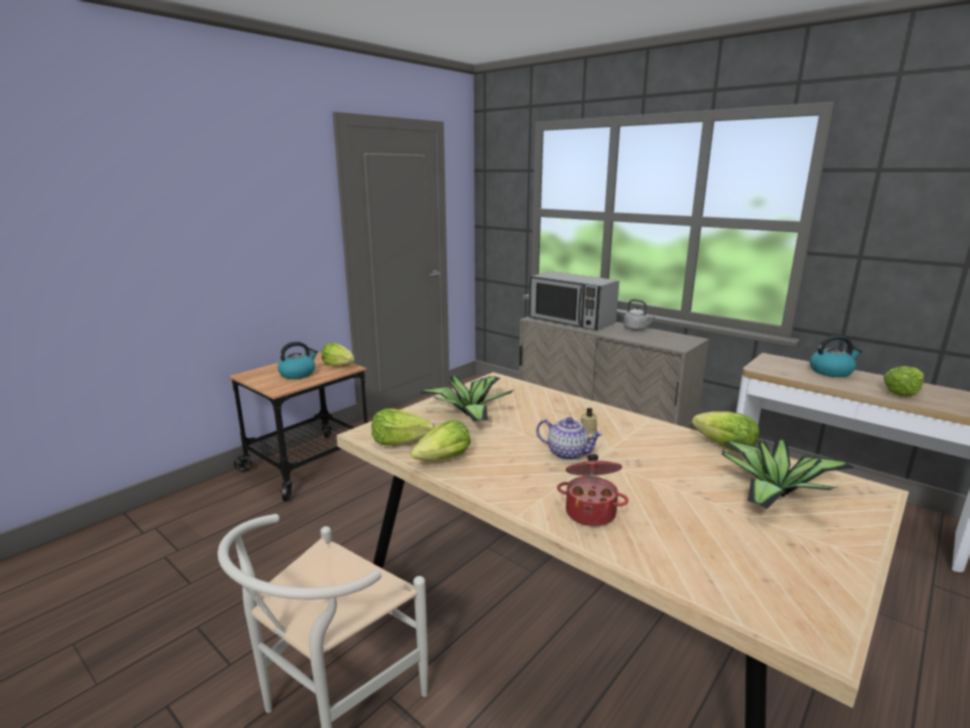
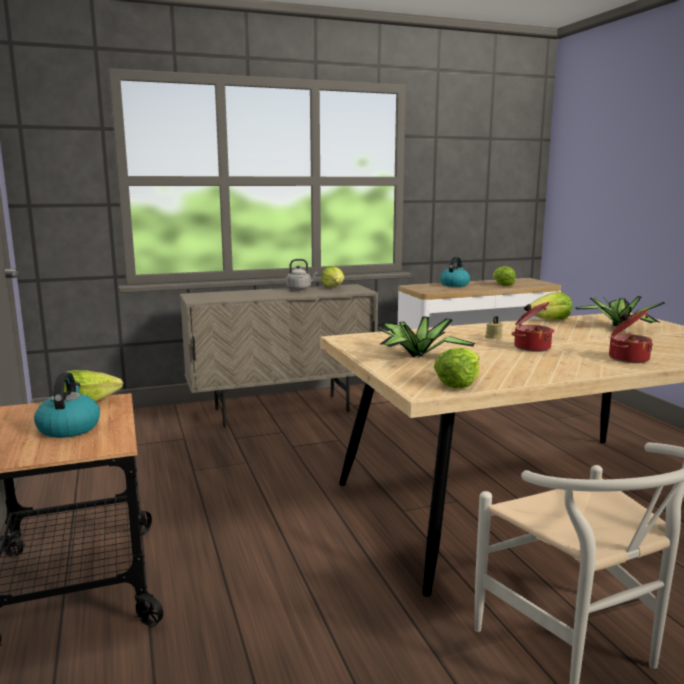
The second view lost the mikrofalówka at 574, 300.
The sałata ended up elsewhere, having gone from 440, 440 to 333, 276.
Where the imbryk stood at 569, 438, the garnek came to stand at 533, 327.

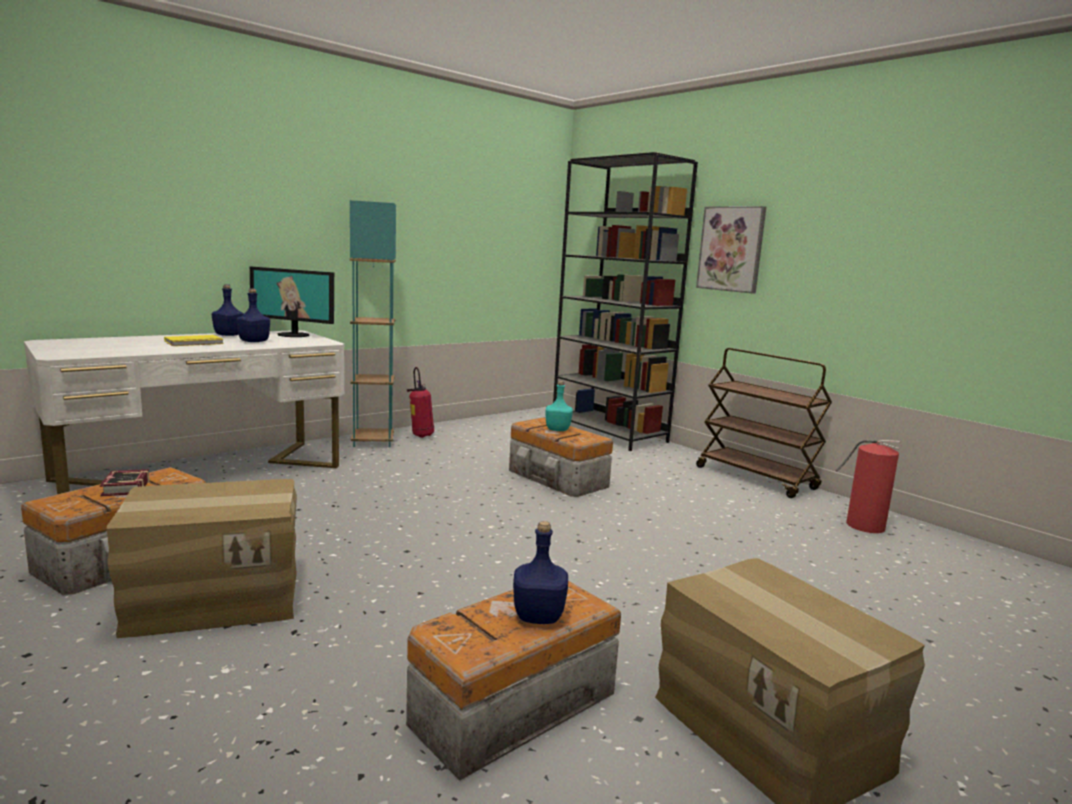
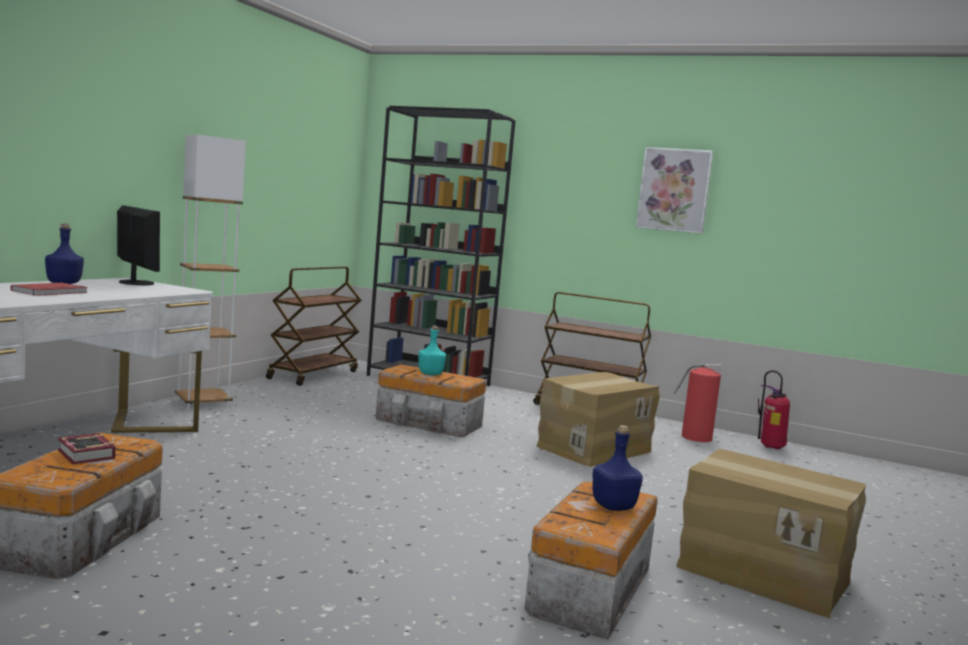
The second view lost the butelka [niebieski] at 253, 315.
The second view gained the wózek [brązowy] at 313, 326.
The karton ended up elsewhere, having gone from 202, 558 to 598, 419.
The gaśnica ended up elsewhere, having gone from 420, 402 to 774, 409.
The obraz ended up elsewhere, having gone from 731, 250 to 674, 190.
What was the książka [żółty] at 194, 340 turned into the książka [czerwony] at 49, 289.
What was the lampa stojąca [turkusowy] at 373, 323 turned into the lampa stojąca [biały] at 210, 272.
The monitor at 292, 302 ended up facing another way, 120 degrees counterclockwise from before.

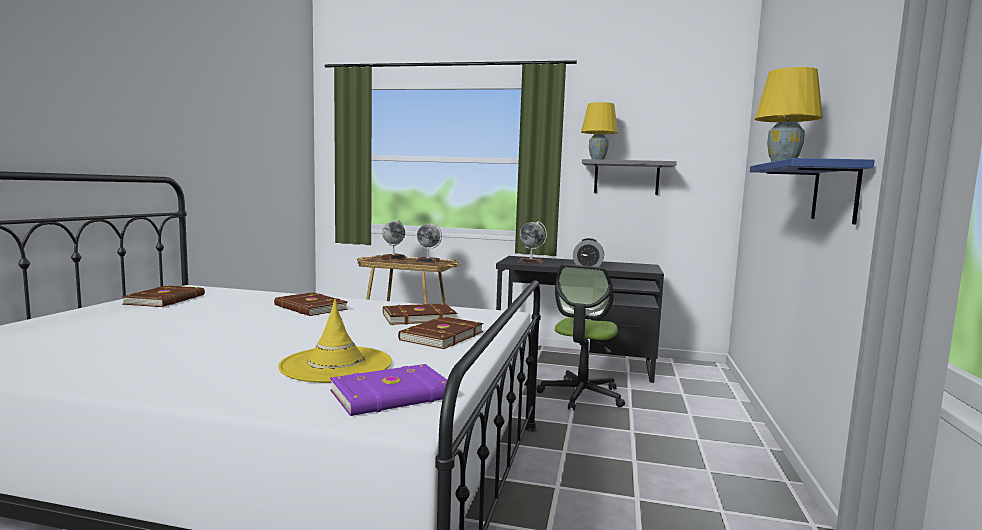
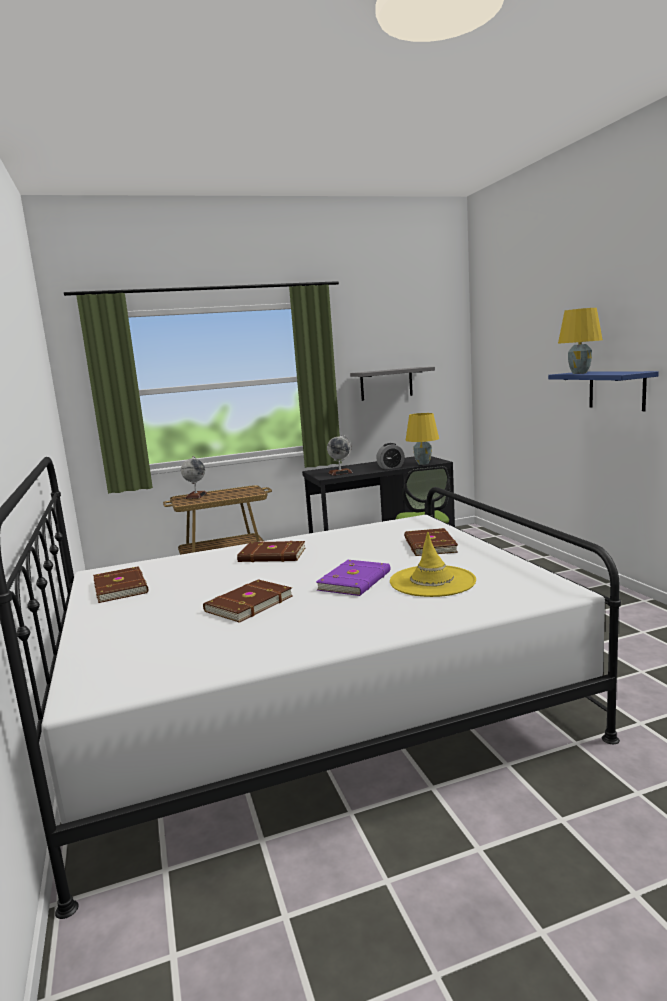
The second view lost the globus at 429, 243.
The książka [fioletowy] ended up elsewhere, having gone from 388, 390 to 353, 578.
The książka [brązowy] ended up elsewhere, having gone from 420, 314 to 248, 601.
The lampa stołowa [żółty] ended up elsewhere, having gone from 599, 131 to 422, 439.

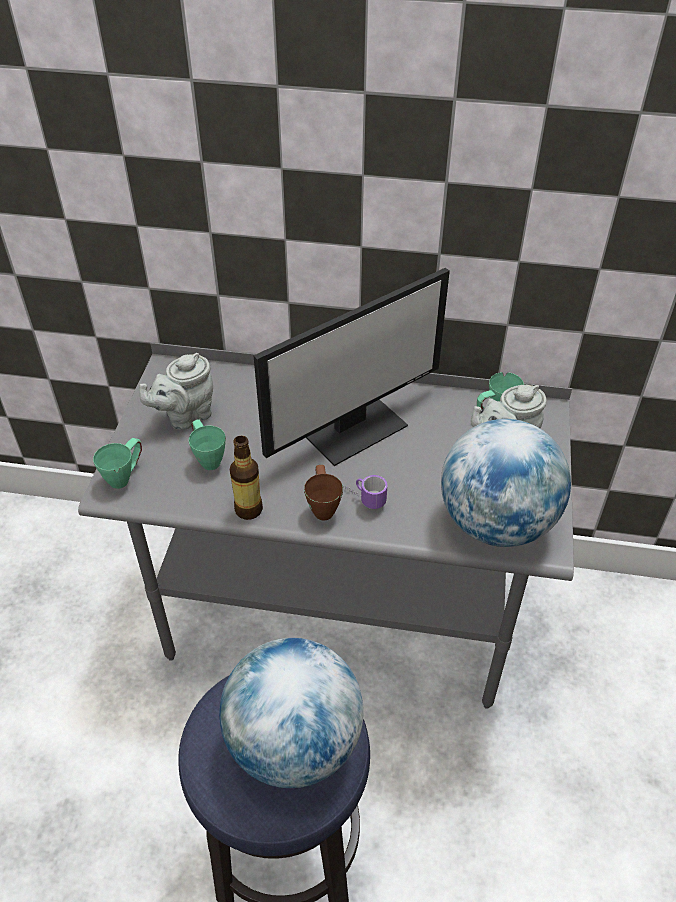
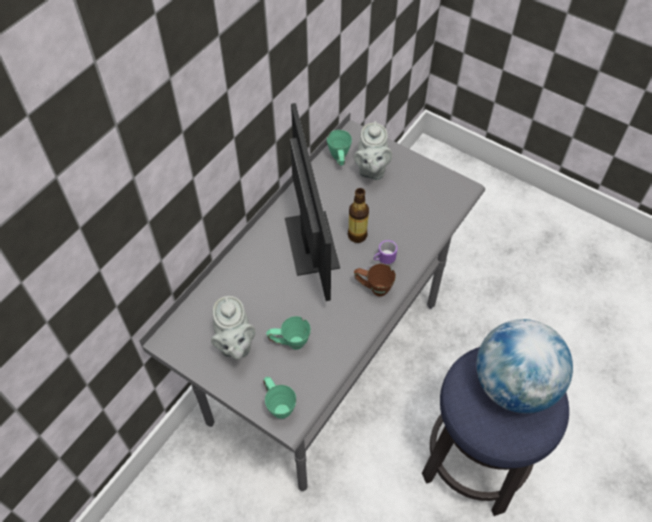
The second view lost the globus at 506, 483.
The butelka ended up elsewhere, having gone from 246, 478 to 358, 215.

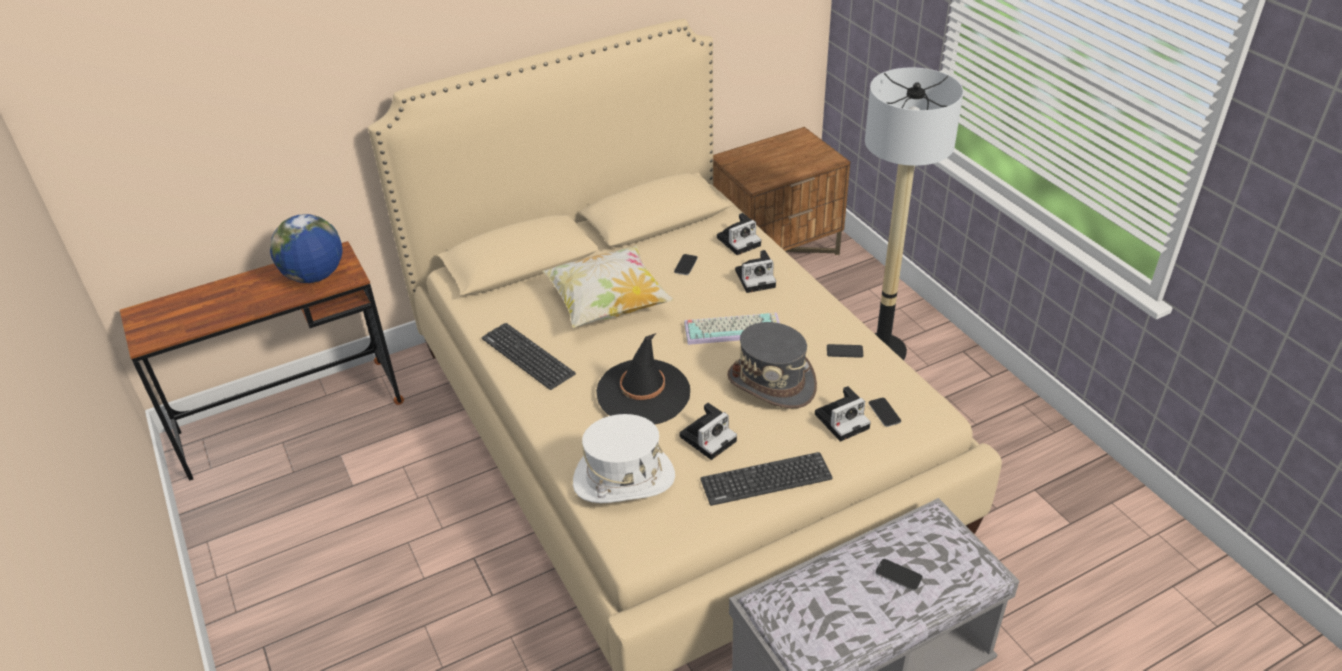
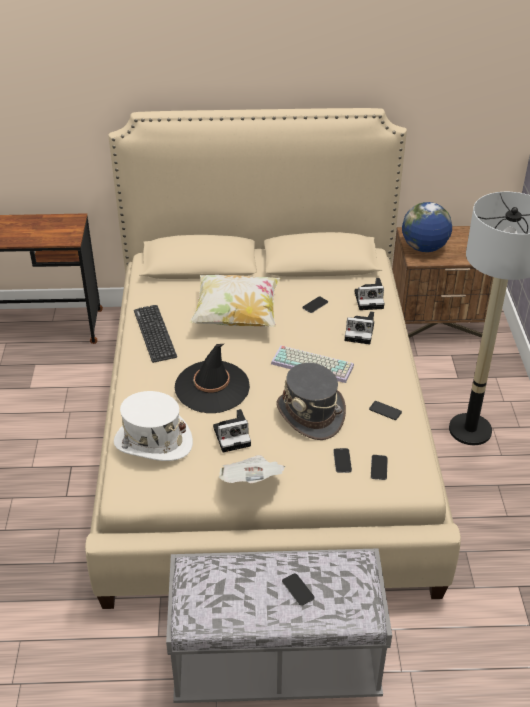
The globus ended up elsewhere, having gone from 306, 248 to 427, 227.
Where the klawiatura stood at 766, 479, the gazeta came to stand at 252, 469.
Where the aparat fotograficzny stood at 843, 414, the telefon came to stand at 342, 460.

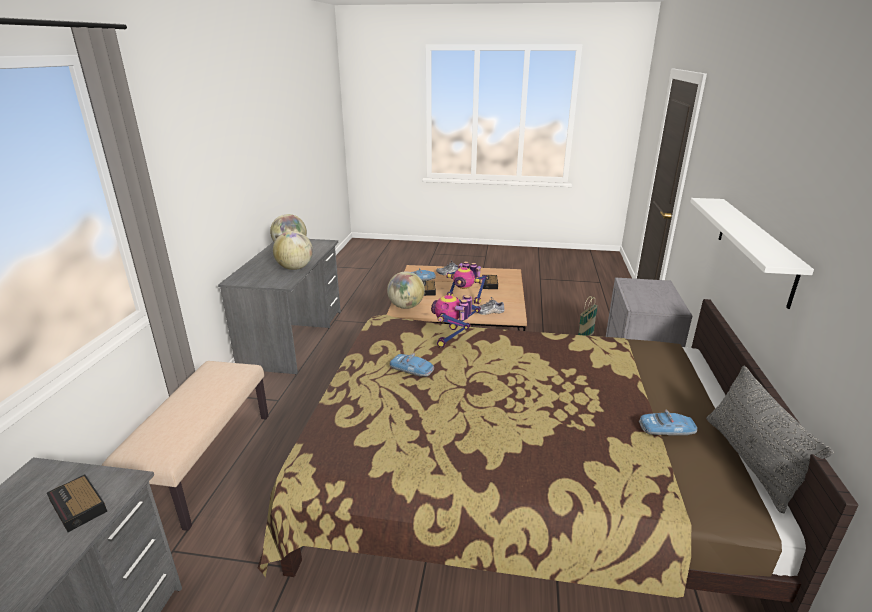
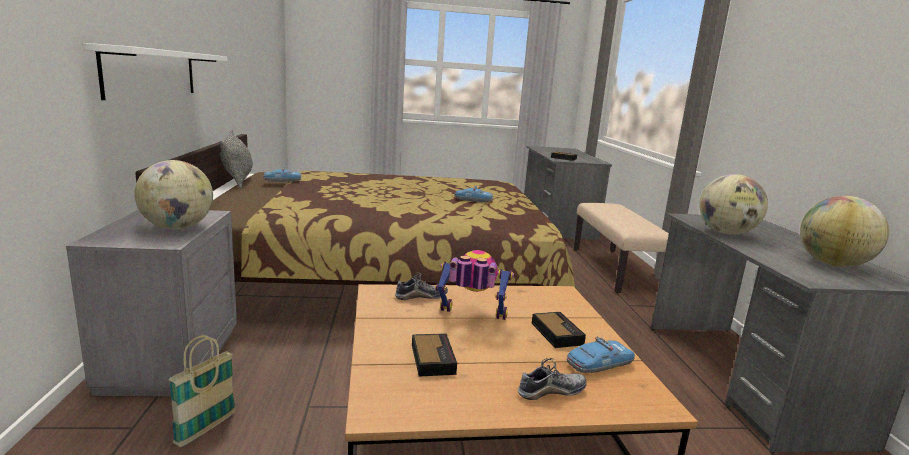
The second view lost the robot zabawkowy at 456, 321.
The globus ended up elsewhere, having gone from 406, 290 to 173, 194.

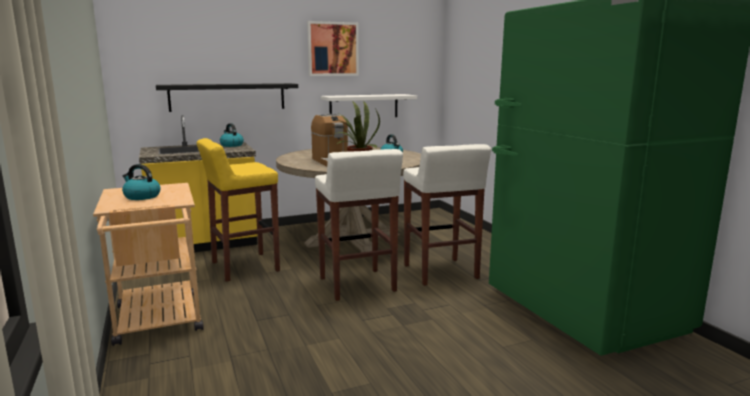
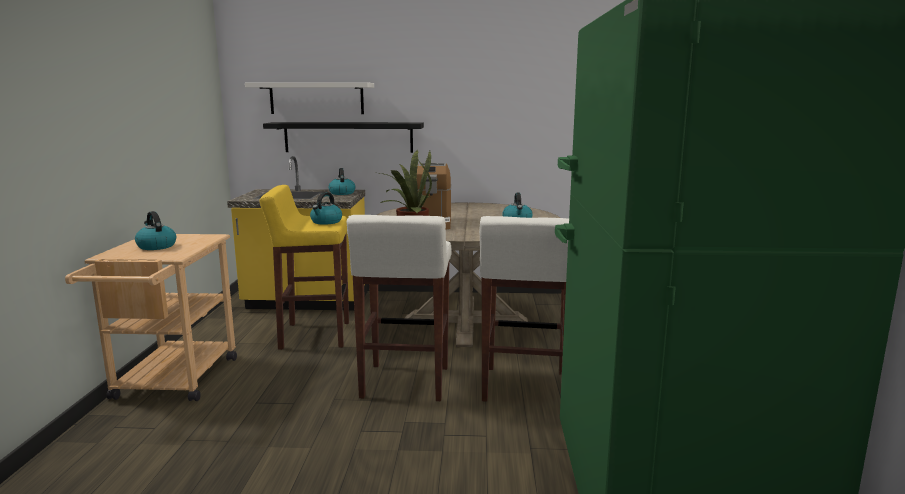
The second view lost the obraz at 333, 48.
The second view gained the czajnik at 326, 208.
The półka [biały] ended up elsewhere, having gone from 369, 105 to 309, 98.

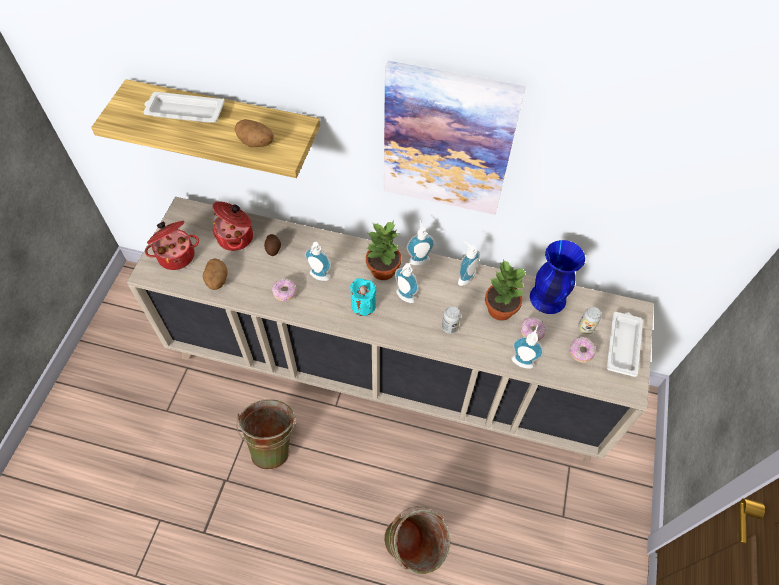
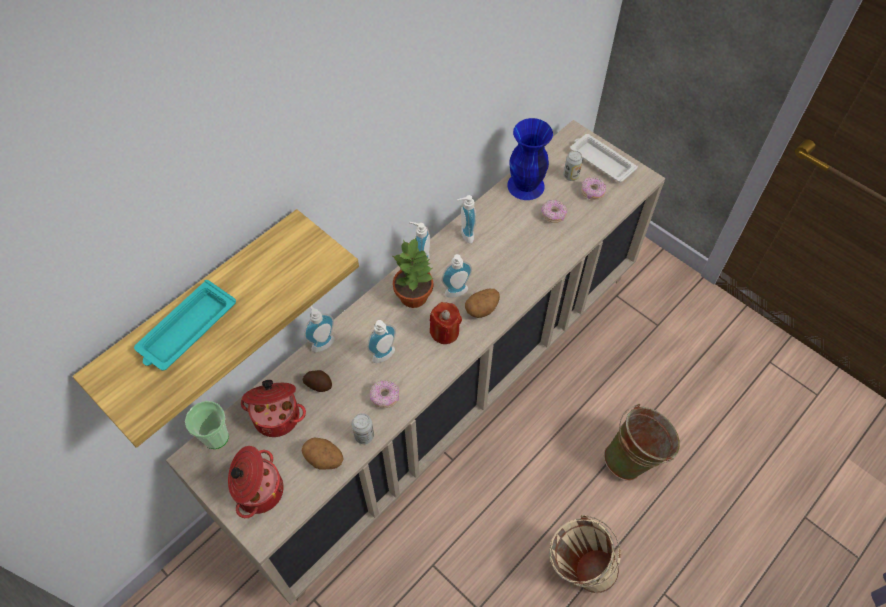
The second view lost the wiadro [zielony] at 266, 434.
The second view lost the obraz at 455, 138.
The second view lost the roślina doniczkowa at 505, 290.
The second view gained the filiżanka at 207, 425.
The second view gained the wiadro [beżowy] at 585, 554.
The ziemniak ended up elsewhere, having gone from 254, 133 to 482, 303.
The puszka ended up elsewhere, having gone from 451, 320 to 363, 428.
The dozownik mydła ended up elsewhere, having gone from 527, 347 to 319, 329.
What was the taca [biały] at 184, 107 turned into the taca [turkusowy] at 185, 325.
What was the świeca [turkusowy] at 363, 297 turned into the świeca [czerwony] at 446, 323.

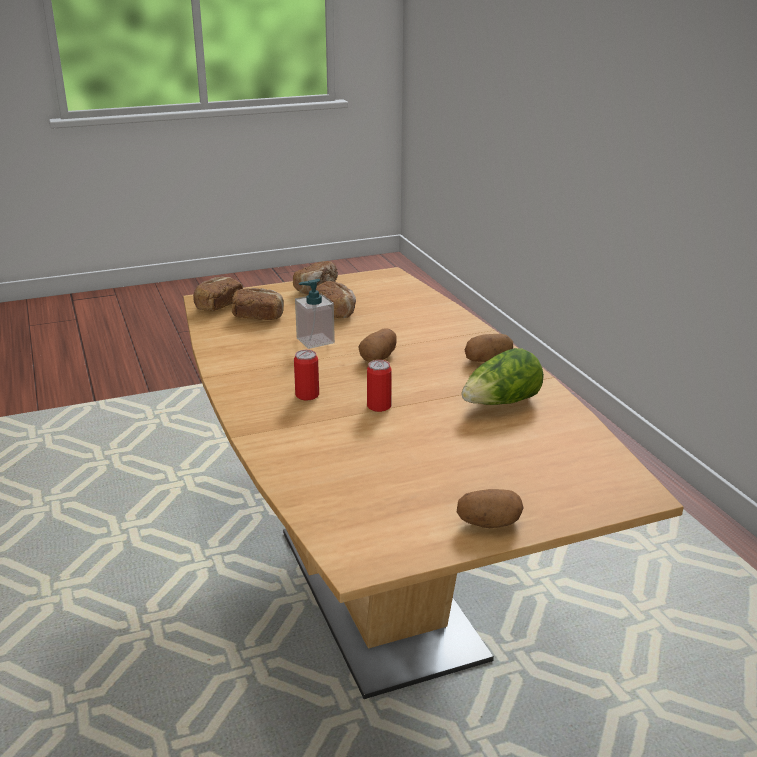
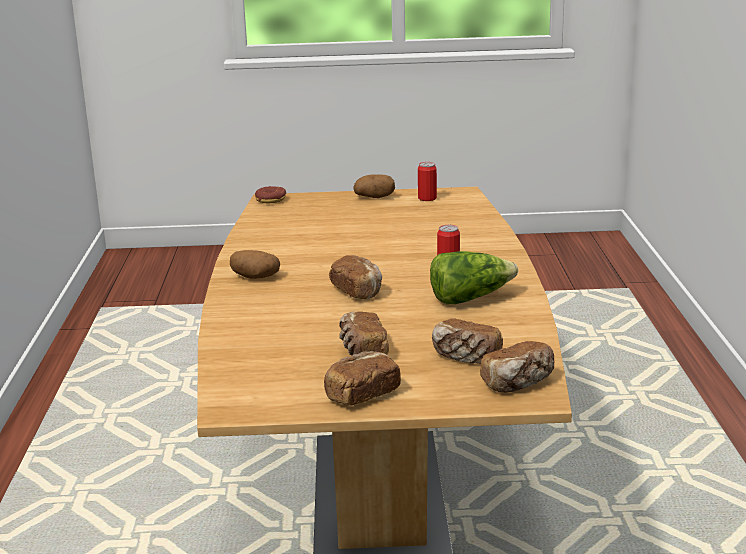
The second view lost the dozownik mydła at 315, 314.
The second view gained the donut at 270, 194.
The puszka ended up elsewhere, having gone from 379, 386 to 427, 181.
The sałata ended up elsewhere, having gone from 502, 376 to 474, 277.
Where the ziemniak stood at 377, 345, the chleb came to stand at 355, 277.

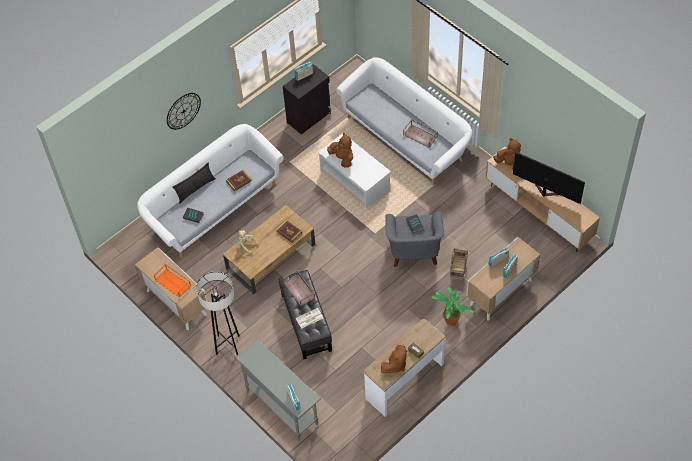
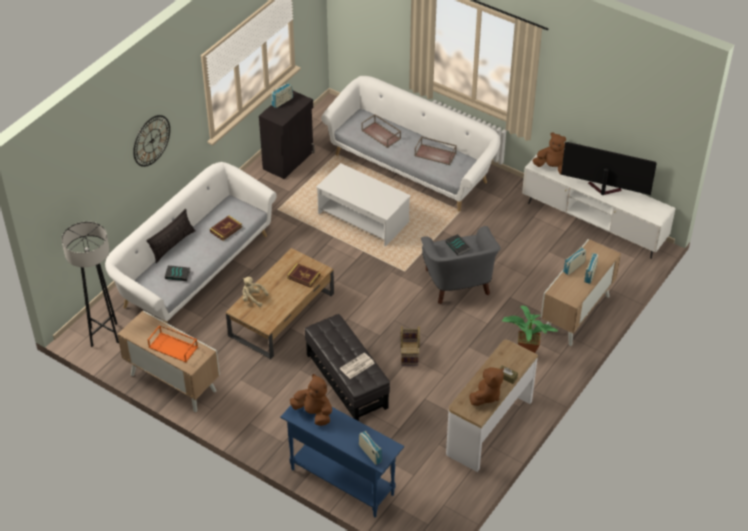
The lampa stojąca [szary] ended up elsewhere, having gone from 218, 313 to 90, 284.
The taca [brązowy] ended up elsewhere, having gone from 299, 288 to 381, 131.
The pluszak [brązowy] ended up elsewhere, having gone from 340, 150 to 311, 400.
The koszyk ended up elsewhere, having gone from 459, 263 to 410, 345.
What was the stolik konsolowy [szary] at 278, 390 turned into the stolik konsolowy [niebieski] at 342, 456.
What was the szafka pod telewizor [brązowy] at 543, 199 turned into the szafka pod telewizor [biały] at 599, 207.

